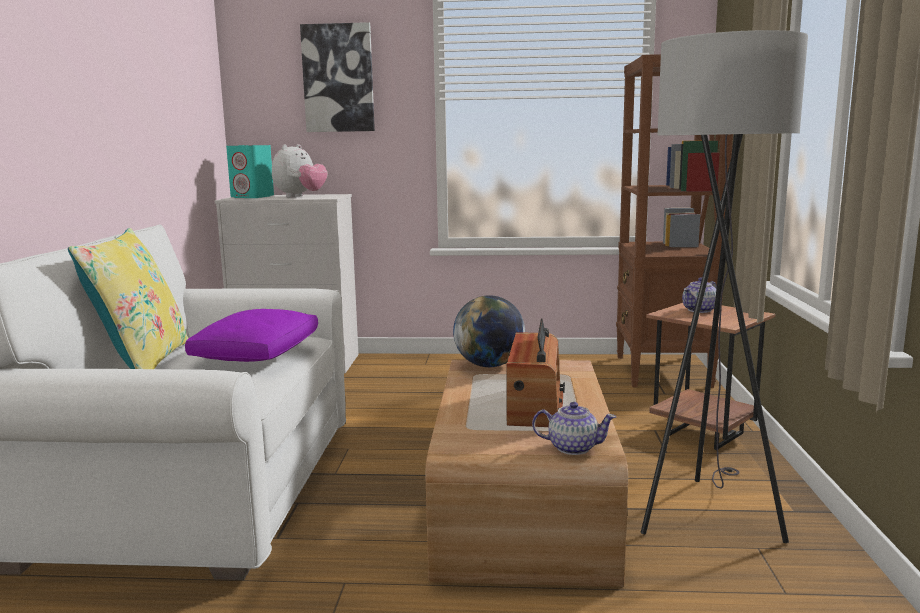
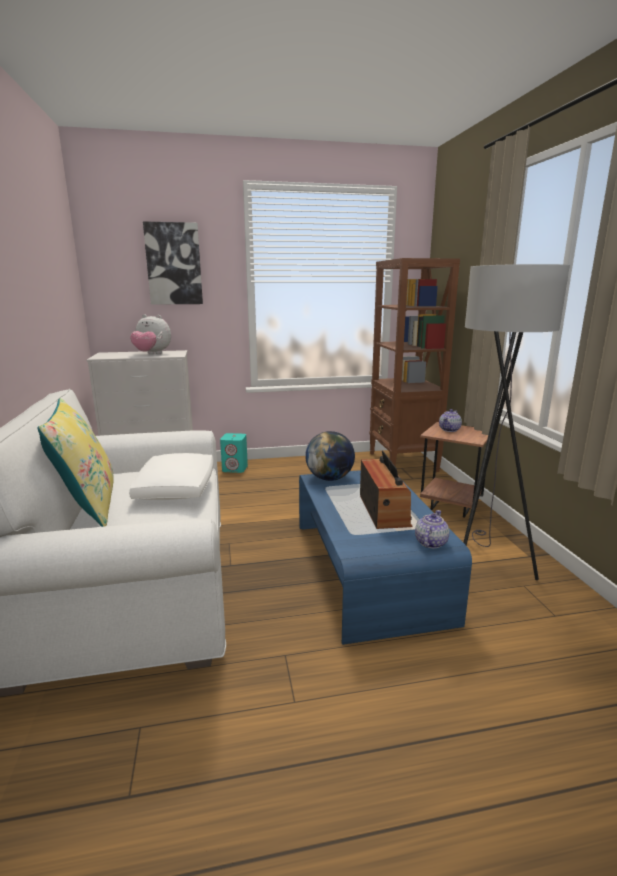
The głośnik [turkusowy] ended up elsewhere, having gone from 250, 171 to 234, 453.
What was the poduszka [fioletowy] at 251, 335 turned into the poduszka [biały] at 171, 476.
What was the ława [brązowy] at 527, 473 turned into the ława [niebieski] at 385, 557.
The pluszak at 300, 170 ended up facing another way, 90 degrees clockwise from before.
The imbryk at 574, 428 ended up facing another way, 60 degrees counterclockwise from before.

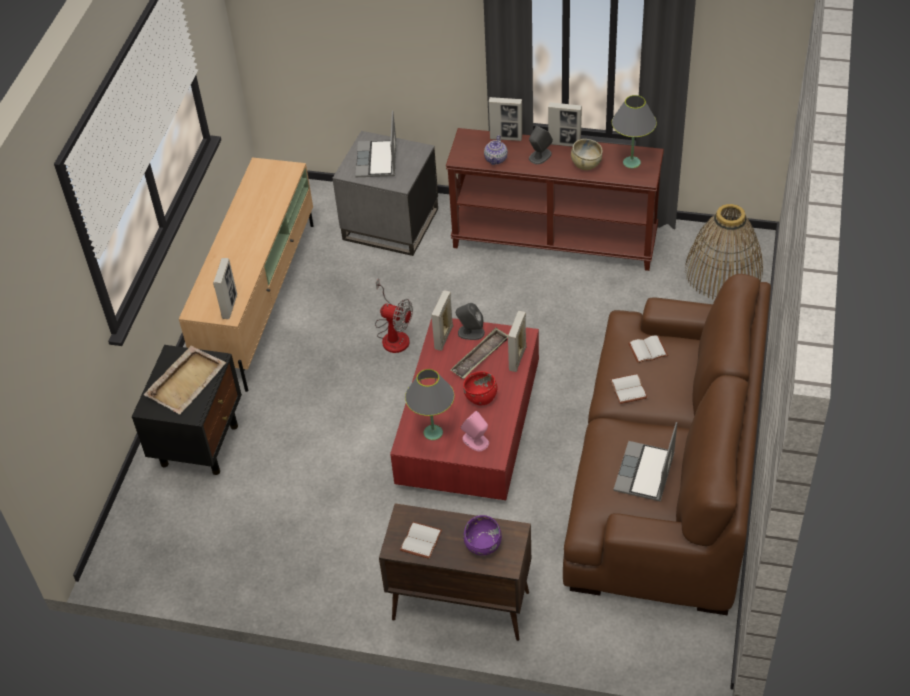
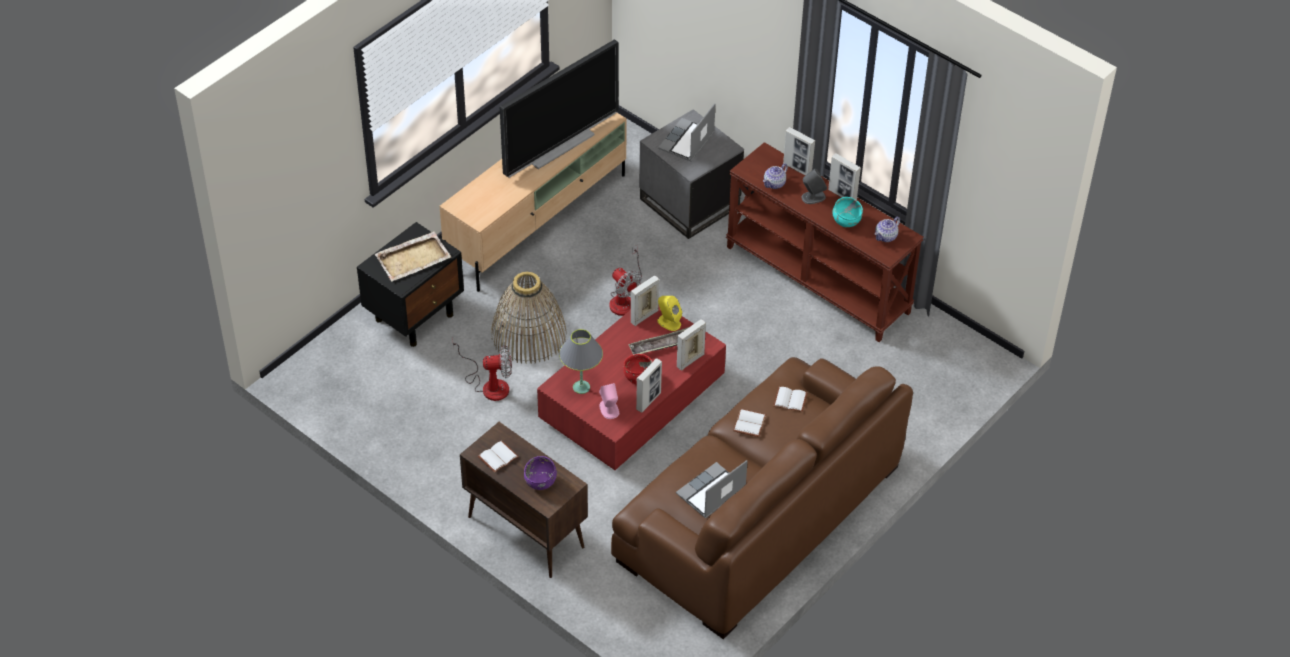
The second view gained the wentylator at 482, 372.
The second view gained the telewizor at 559, 109.
The ramka na zdjęcie ended up elsewhere, having gone from 225, 288 to 649, 385.
The koszyk ended up elsewhere, having gone from 724, 251 to 529, 318.
Where the lampa stołowa [szary] stood at 634, 131, the imbryk came to stand at 887, 229.
What was the głośnik [szary] at 470, 321 turned into the głośnik [żółty] at 669, 313.
What was the miska [beżowy] at 587, 154 turned into the miska [turkusowy] at 848, 212.

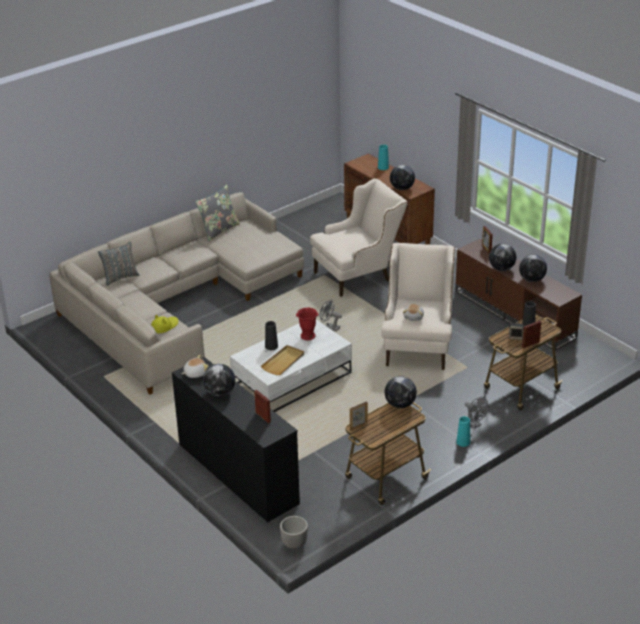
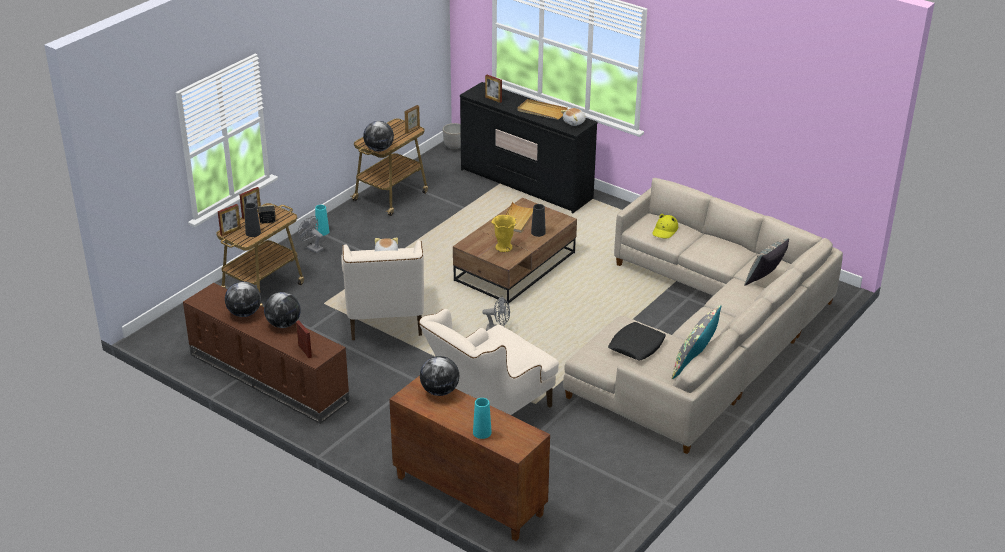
The second view gained the ramka na zdjęcie at 229, 220.
The second view gained the poduszka [czarny] at 637, 341.
Where the globus stood at 219, 380, the taca [beżowy] came to stand at 542, 109.
What was the ława [biały] at 291, 365 turned into the ława [brązowy] at 515, 251.
What was the wazon [czerwony] at 307, 324 turned into the wazon [żółty] at 503, 233.

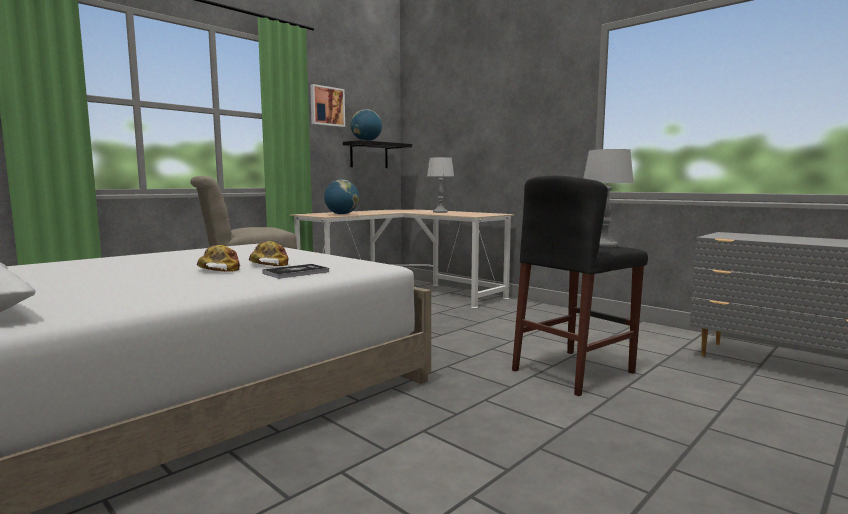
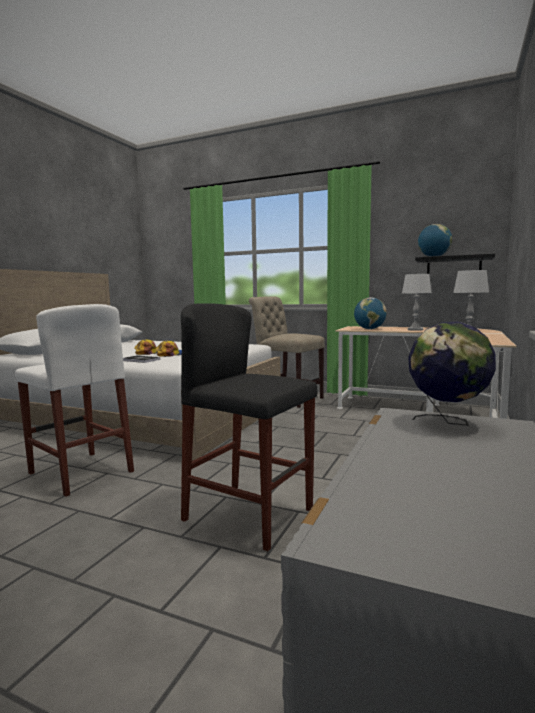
The second view lost the obraz at 327, 105.
The second view gained the stołek [biały] at 74, 400.
The second view gained the globus at 452, 374.
The lampa stołowa [szary] ended up elsewhere, having gone from 609, 198 to 416, 302.

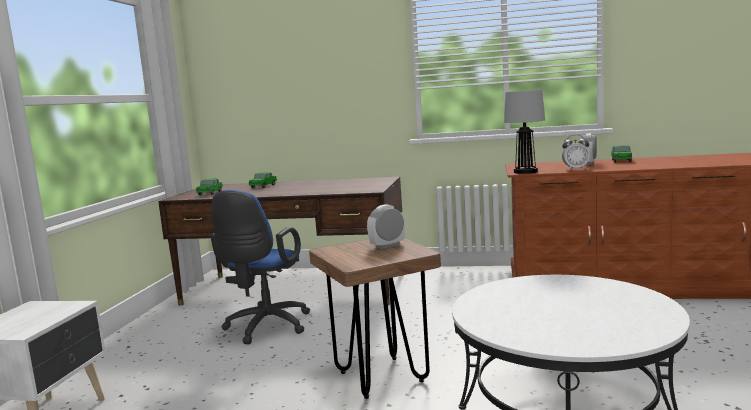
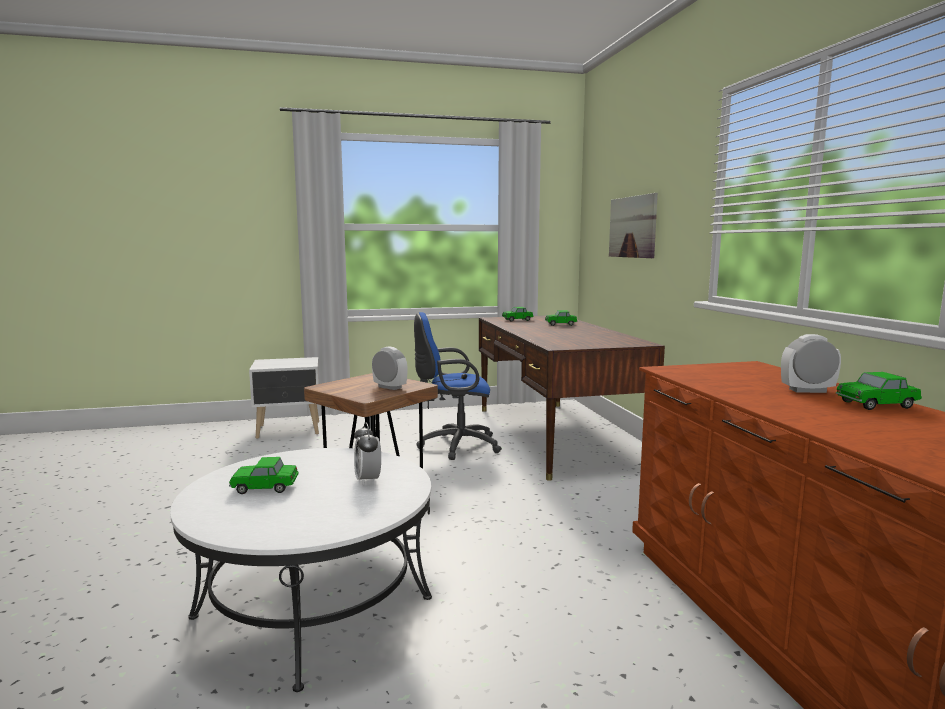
The second view lost the lampa stołowa at 524, 132.
The second view gained the samochodzik at 264, 475.
The second view gained the obraz at 633, 225.
The budzik ended up elsewhere, having gone from 576, 152 to 367, 454.

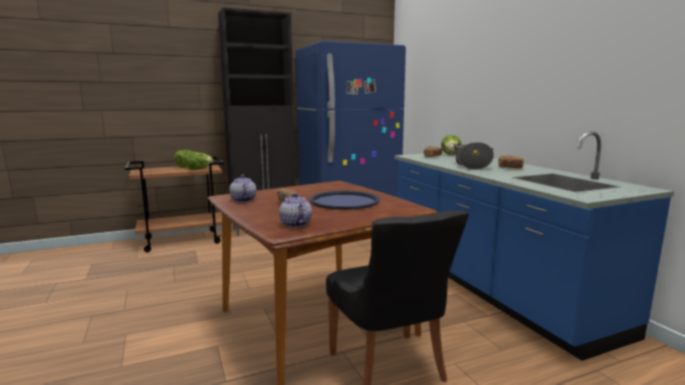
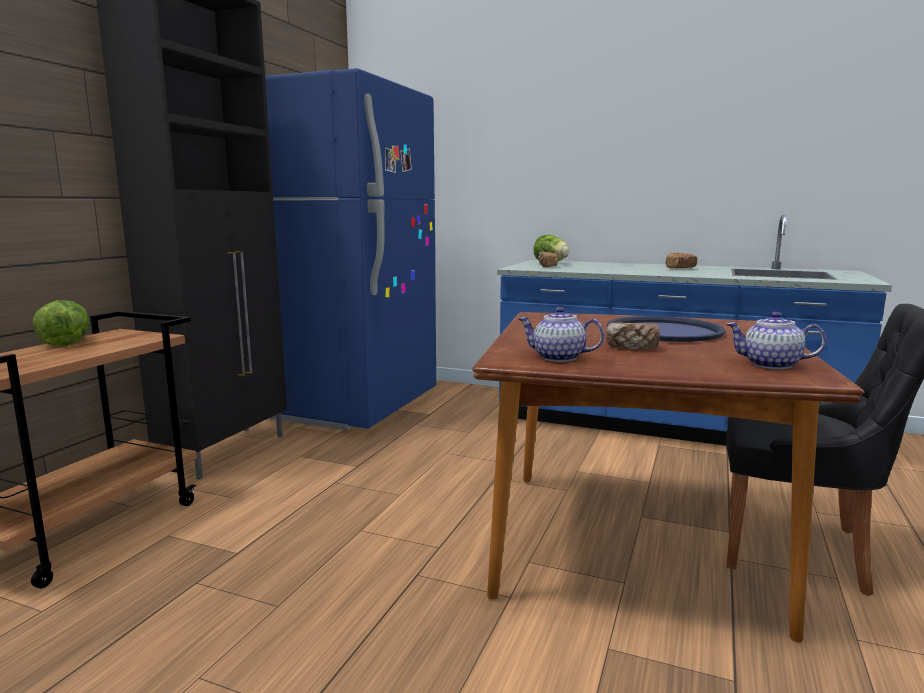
The second view lost the sałata at 199, 161.
The second view lost the garnek at 474, 156.

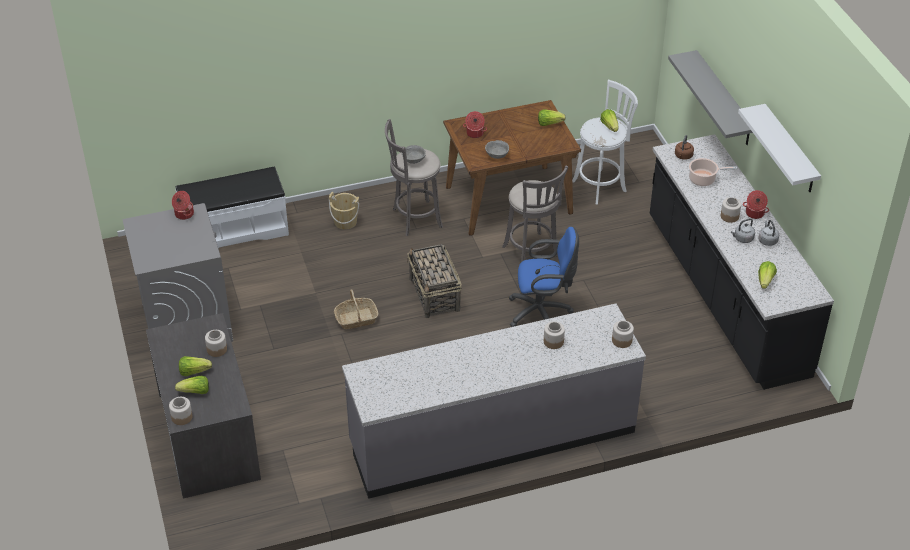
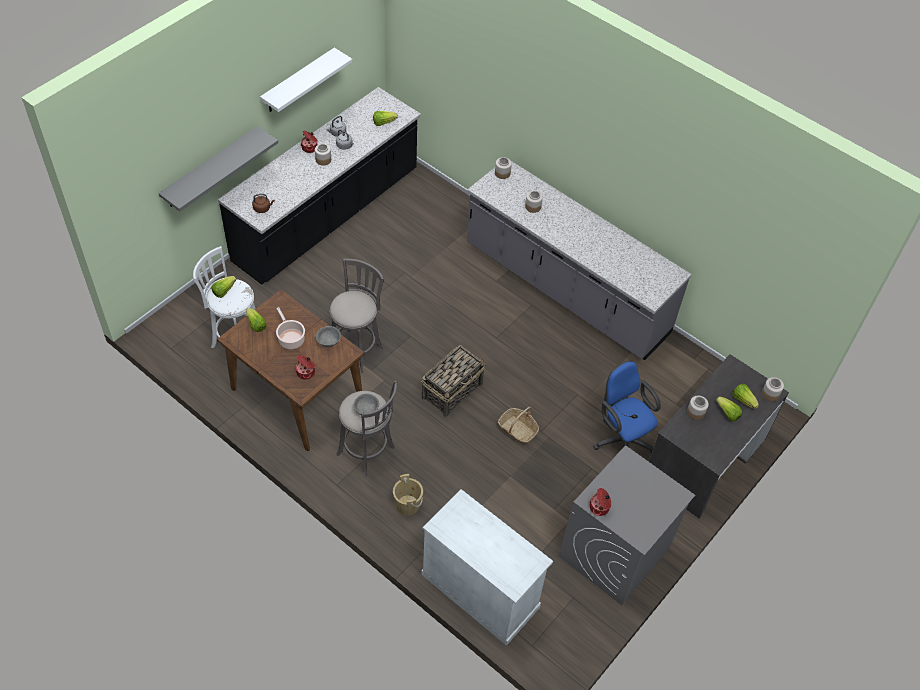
The krzesło biurowe [niebieski] ended up elsewhere, having gone from 544, 277 to 627, 407.
The garnek ended up elsewhere, having gone from 713, 172 to 290, 328.
Where the ławka [biały] stood at 232, 207, the szafka [biały] came to stand at 487, 567.

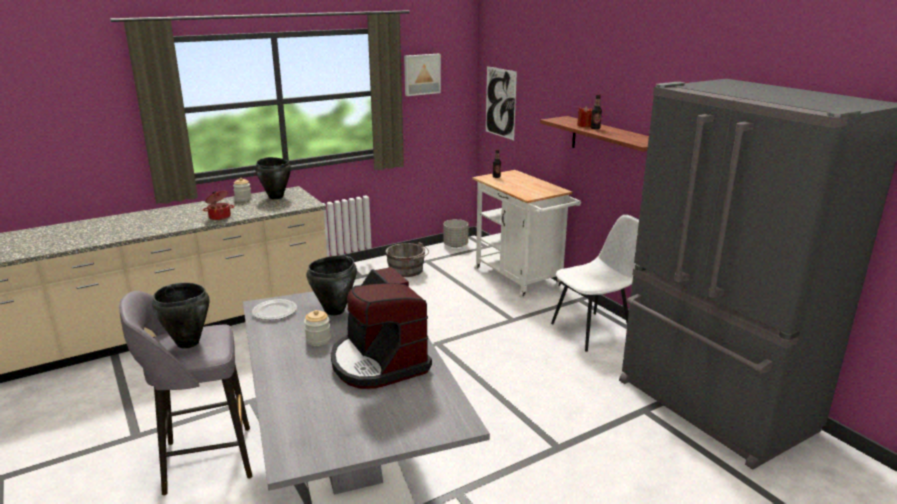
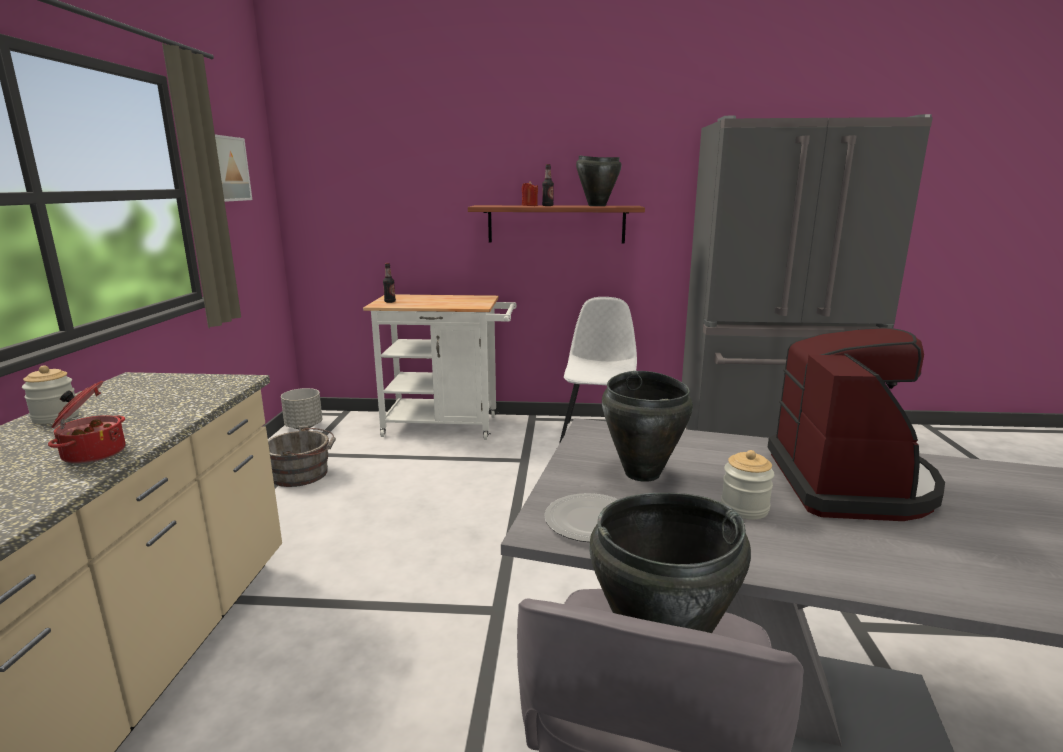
The second view lost the obraz at 501, 103.
The garnek [czarny] ended up elsewhere, having gone from 273, 178 to 598, 180.
The ekspres do kawy at 381, 328 ended up facing another way, 90 degrees counterclockwise from before.

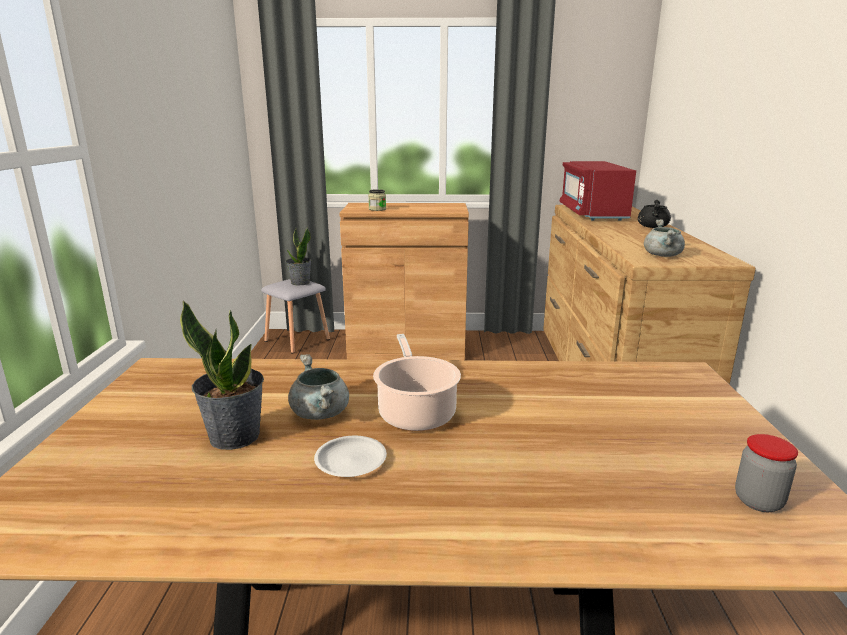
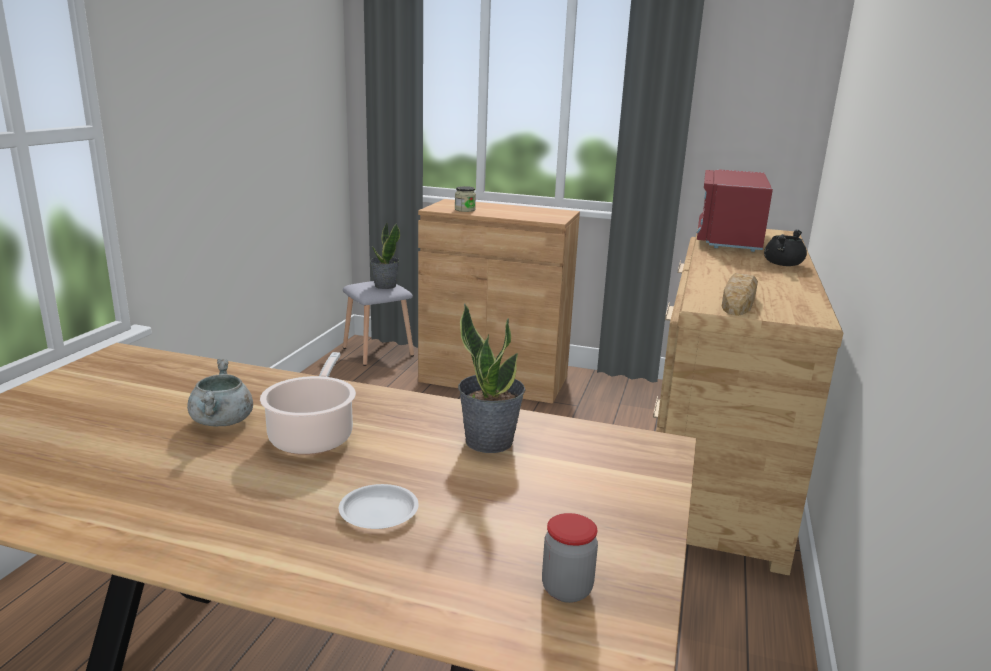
The roślina doniczkowa ended up elsewhere, having gone from 222, 375 to 491, 378.
The talerz [biały] ended up elsewhere, having gone from 350, 456 to 379, 506.
Where the garnek [szary] stood at 664, 238, the chleb came to stand at 740, 294.

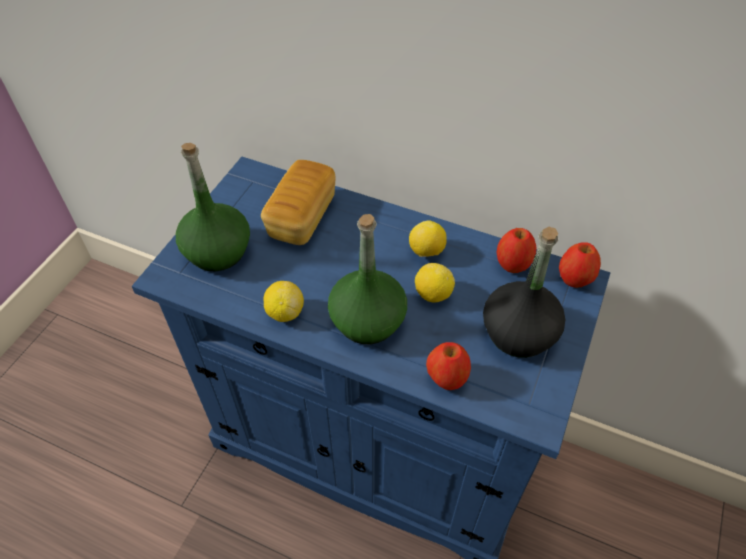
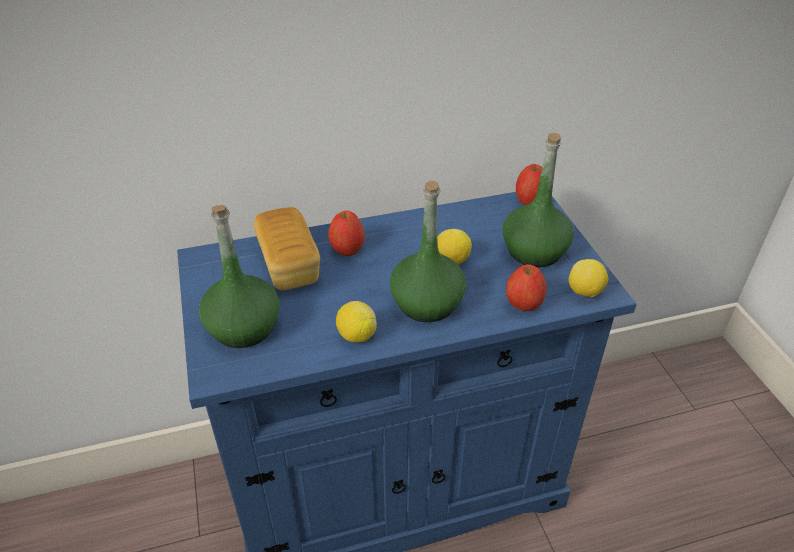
The cytryna ended up elsewhere, having gone from 428, 239 to 588, 278.
The jabłko ended up elsewhere, having gone from 516, 250 to 346, 233.
What was the butelka [czarny] at 524, 292 turned into the butelka [zielony] at 538, 199.

